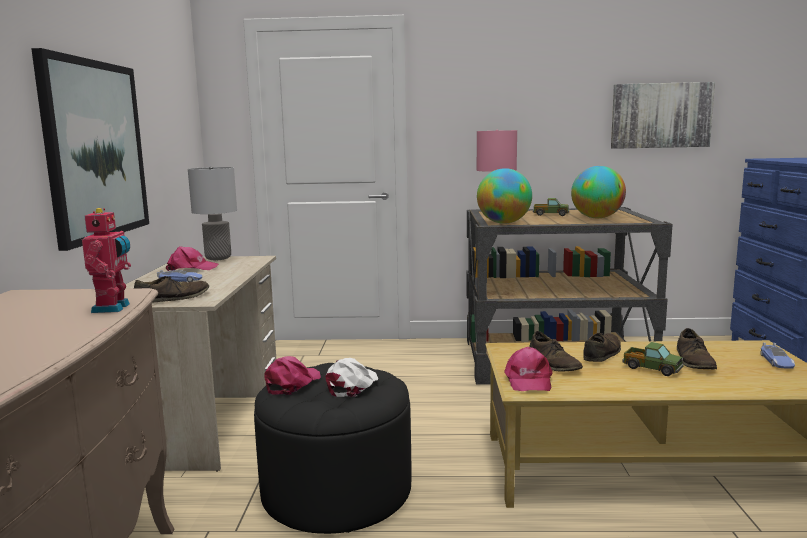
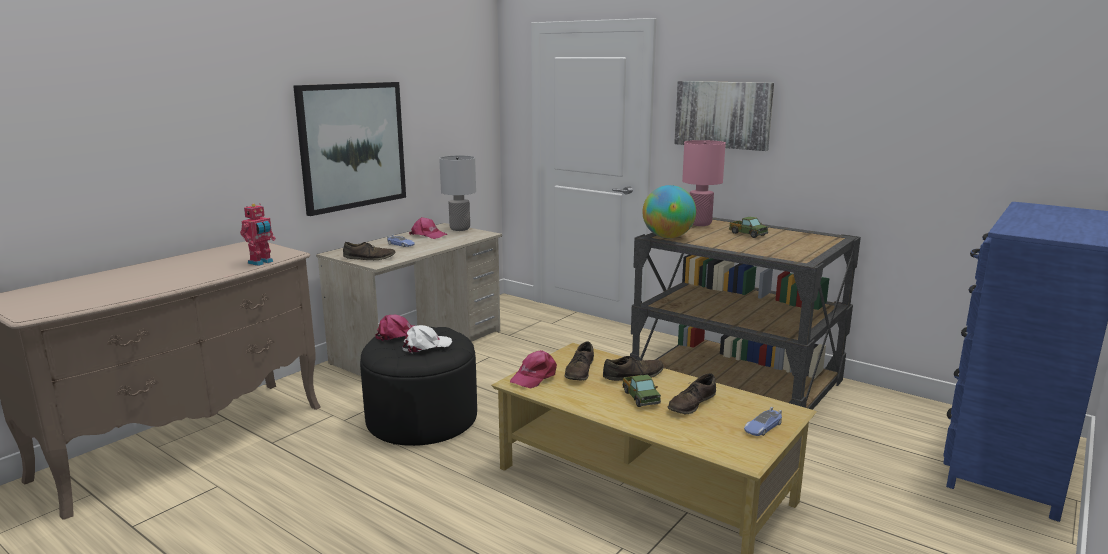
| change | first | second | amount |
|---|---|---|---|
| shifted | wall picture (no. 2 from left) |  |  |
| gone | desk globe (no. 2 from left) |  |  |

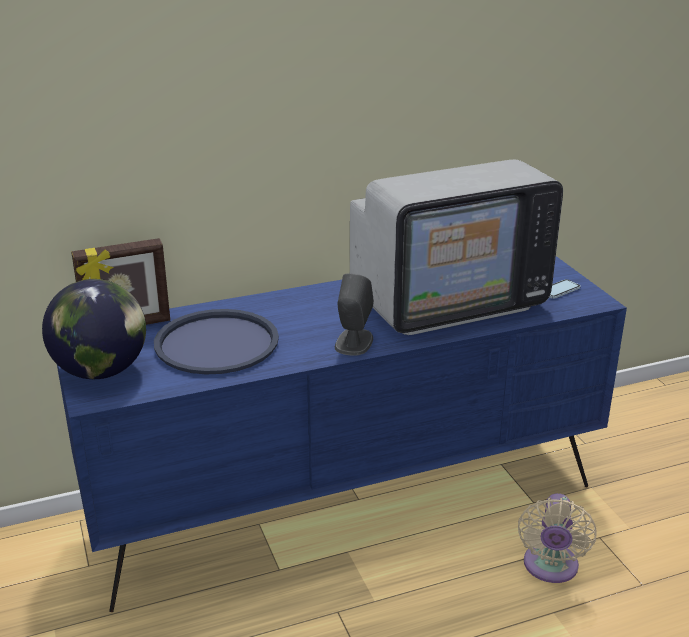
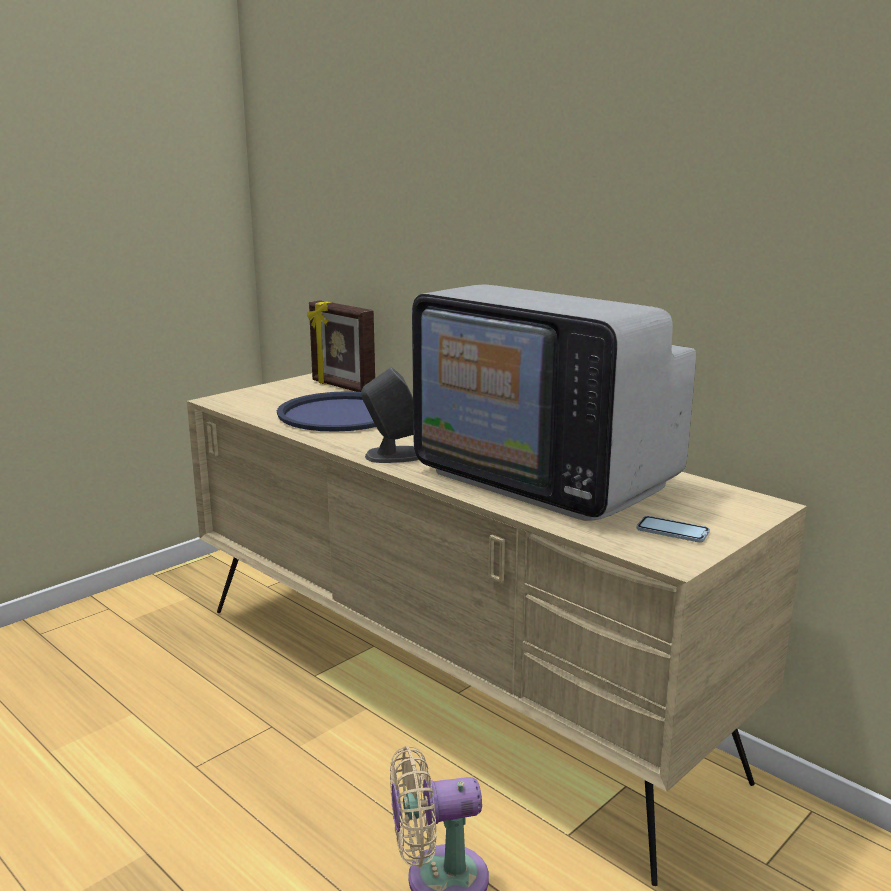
| change | first | second | amount |
|---|---|---|---|
| repainted | bluish tv unit | beige tv unit |  |
| gone | desk globe |  |  |

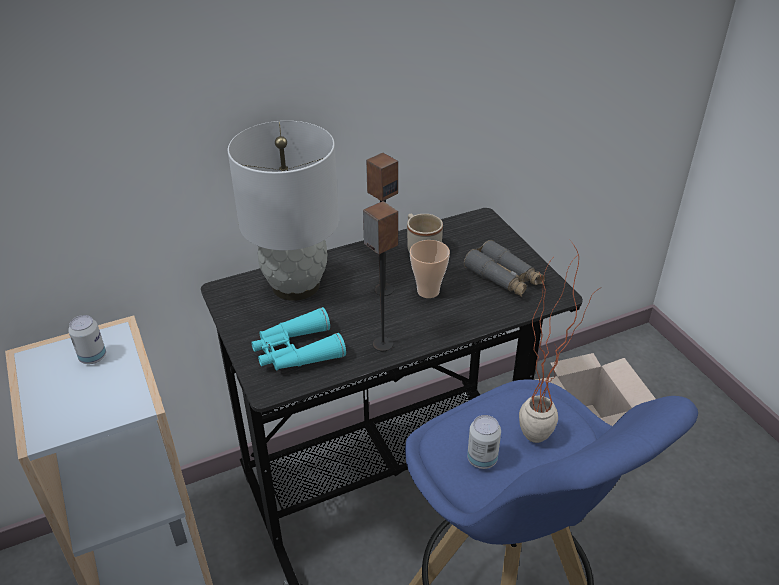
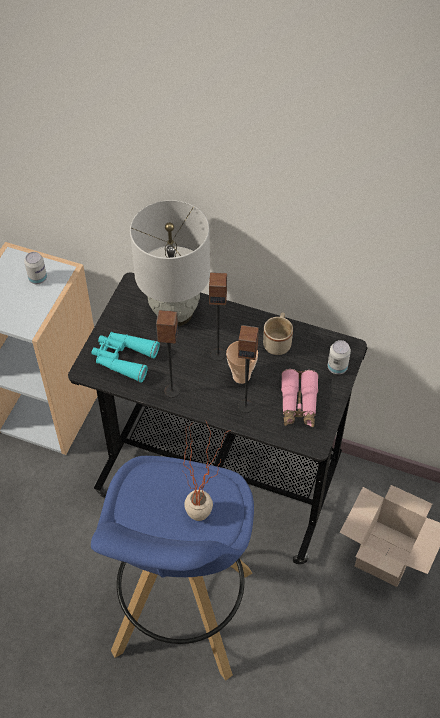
| change | first | second | amount |
|---|---|---|---|
| new |  | audio speaker (no. 3 from left) |  |
| repainted | greyish pair of binoculars | pink-coloured pair of binoculars |  |
| shifted | sealed can (no. 2 from left) |  |  |

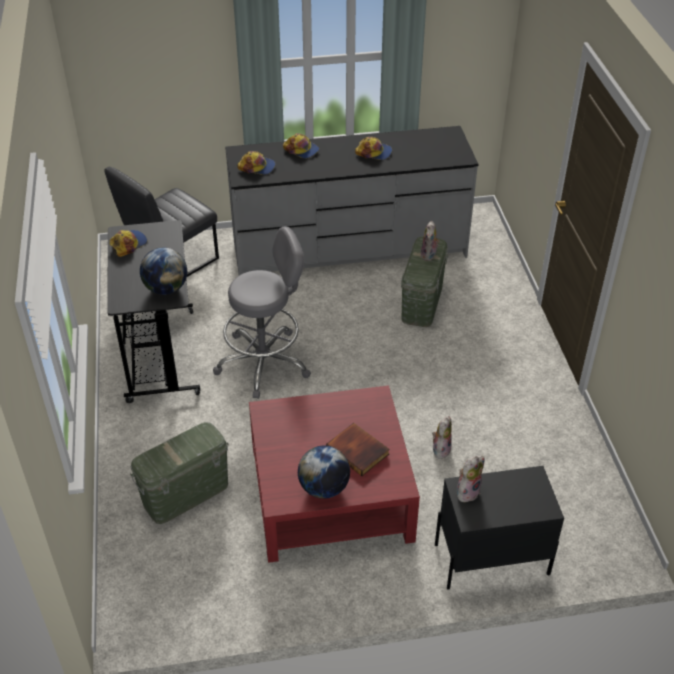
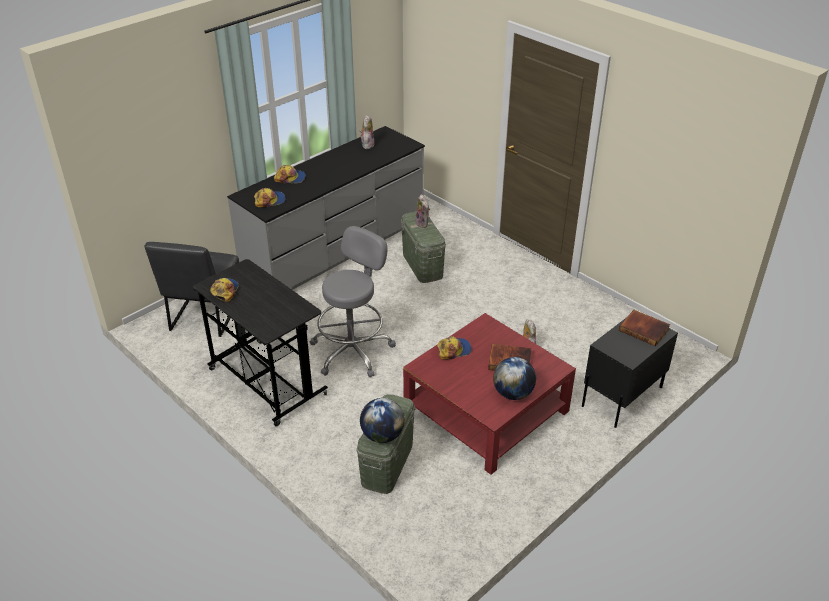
| change | first | second | amount |
|---|---|---|---|
| shifted | plush toy (no. 3 from left in the first image) | plush toy (no. 1 from left) |  |
| shifted | desk globe (no. 1 from left) |  |  |
| shifted | peaked cap (no. 4 from left) |  |  |
| new |  | bound book (no. 2 from left) |  |

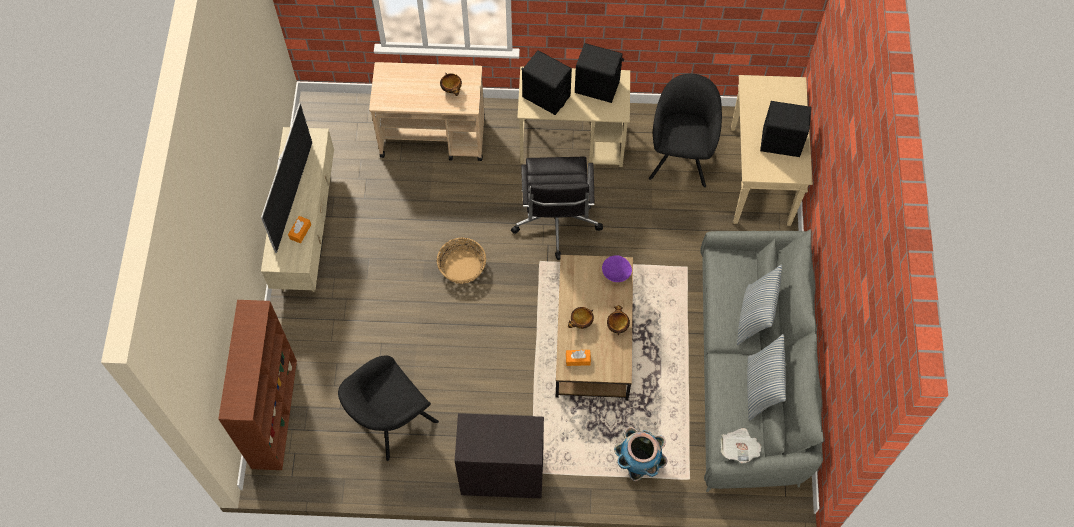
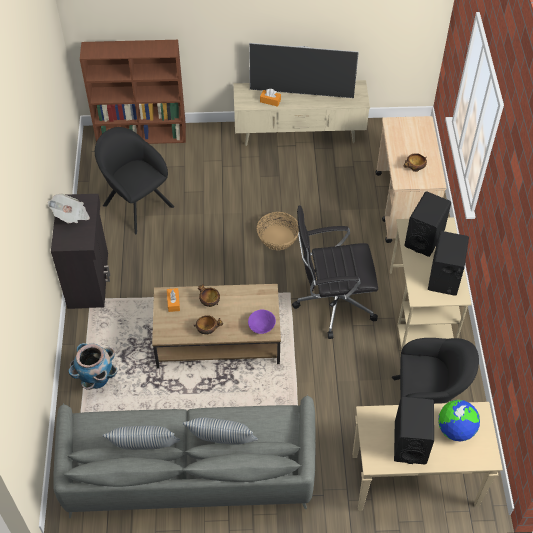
| change | first | second | amount |
|---|---|---|---|
| shifted | printed paper |  |  |
| new |  | desk globe |  |

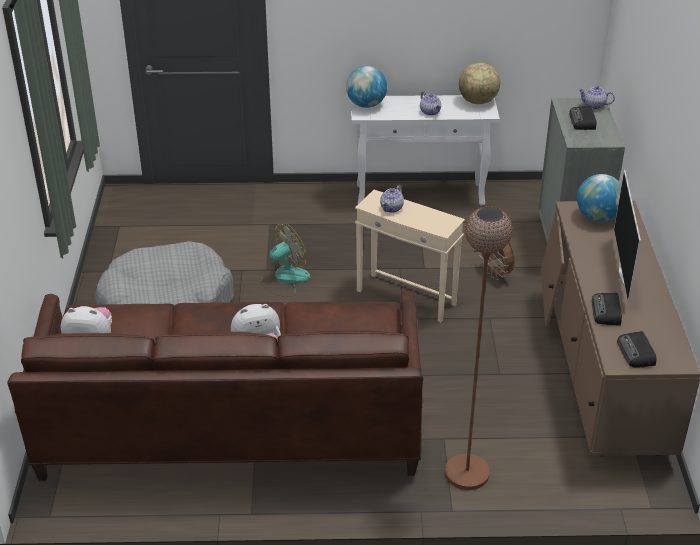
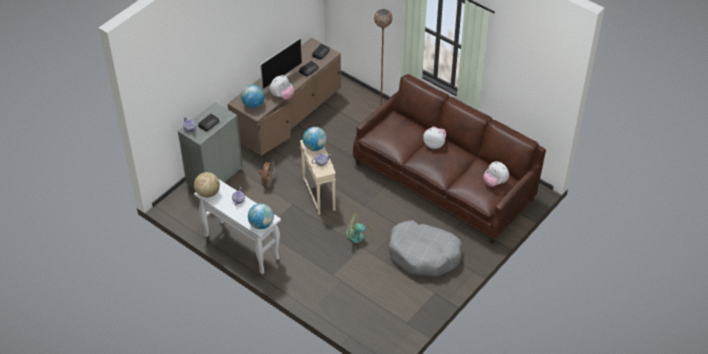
| change | first | second | amount |
|---|---|---|---|
| new |  | plush toy (no. 1 from left) |  |
| new |  | desk globe (no. 4 from left) |  |

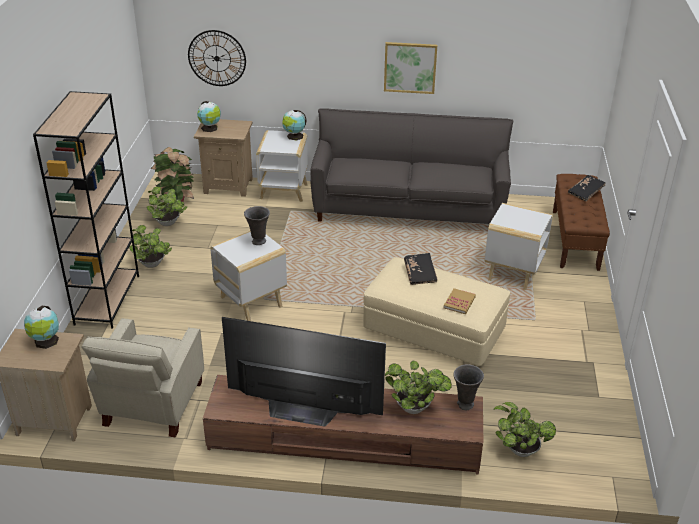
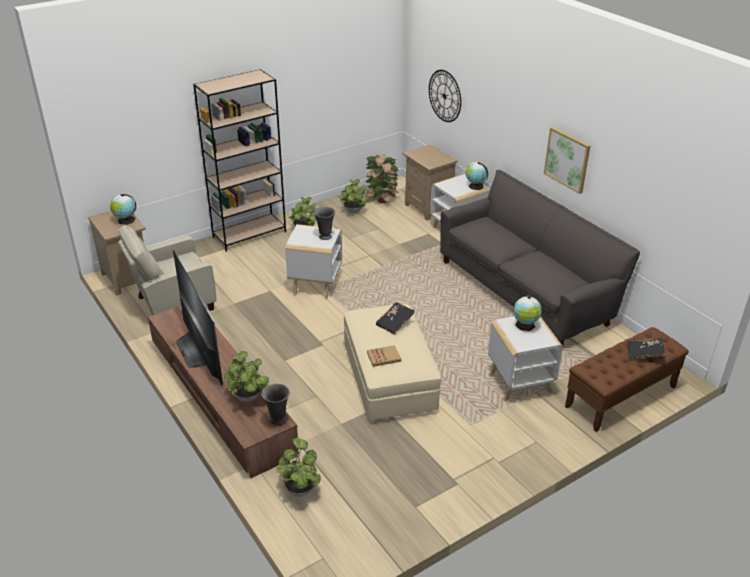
| change | first | second | amount |
|---|---|---|---|
| shifted | desk globe (no. 2 from left in the first image) | desk globe (no. 3 from left) |  |

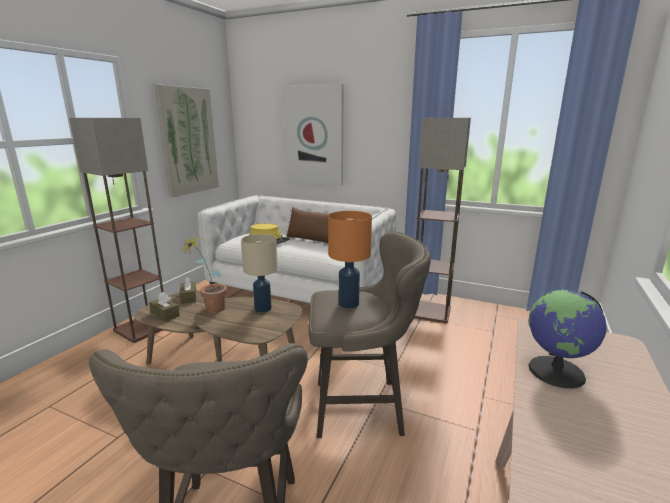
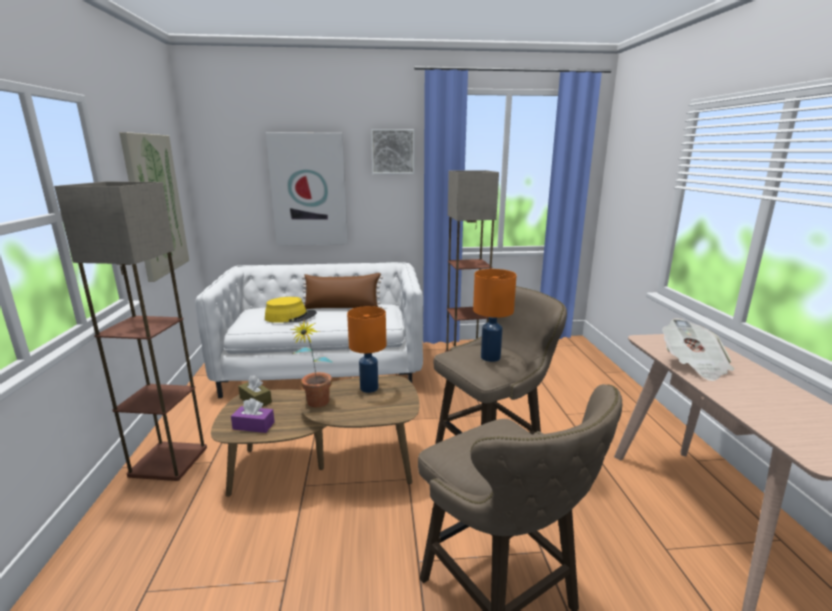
| change | first | second | amount |
|---|---|---|---|
| repainted | brown box of tissues (no. 1 from left) | purple box of tissues |  |
| repainted | beige tabletop lamp | orangey tabletop lamp (no. 1 from left) |  |
| new |  | wall picture (no. 3 from left) |  |
| swapped | desk globe | printed paper |  |

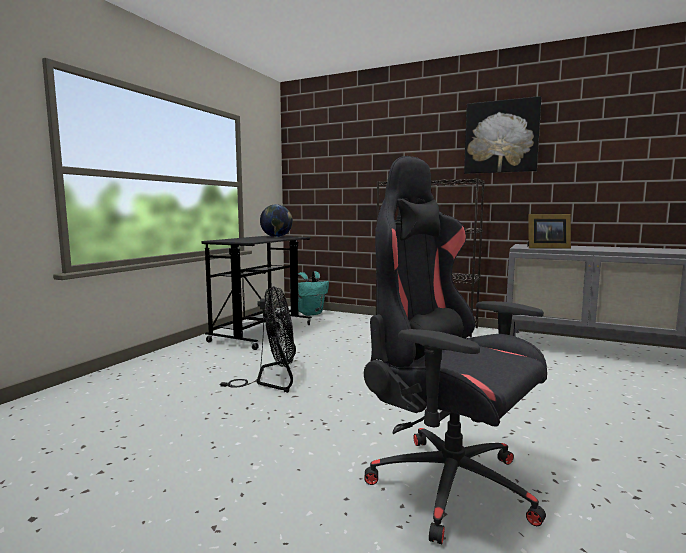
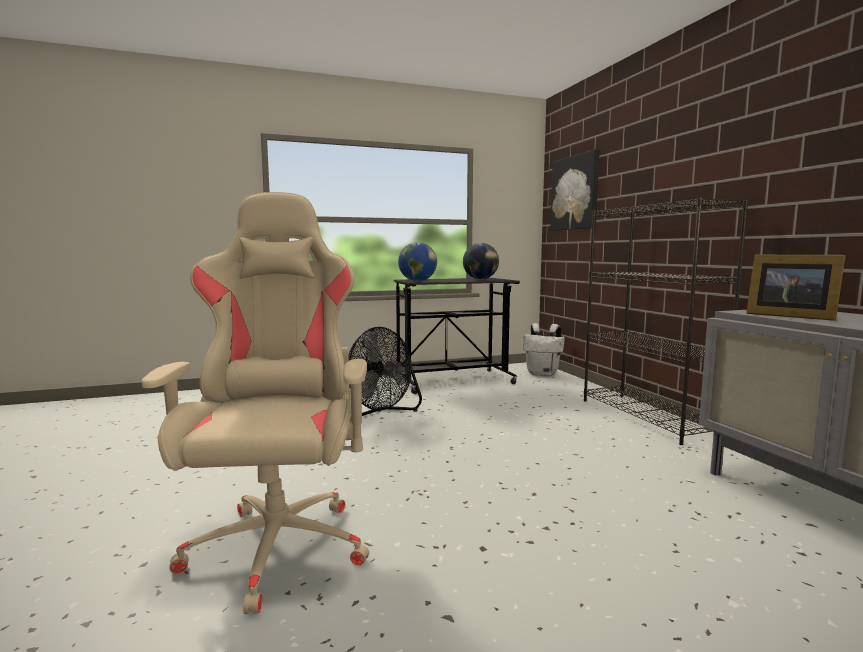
| change | first | second | amount |
|---|---|---|---|
| repainted | blackish computer chair | beige computer chair |  |
| new |  | desk globe (no. 1 from left) |  |
| repainted | turquoise backpack | white-coloured backpack |  |
| shifted | wall picture |  |  |

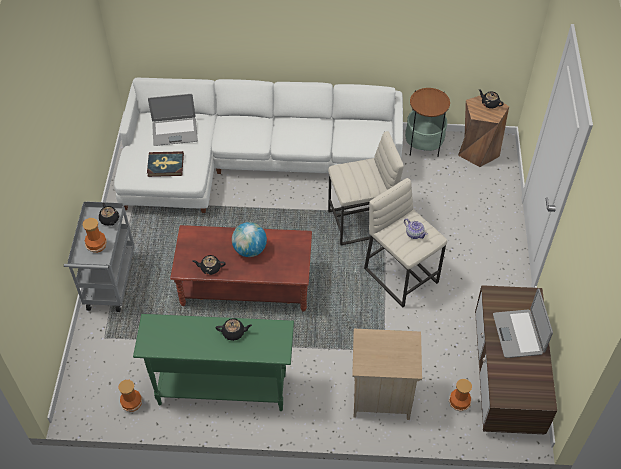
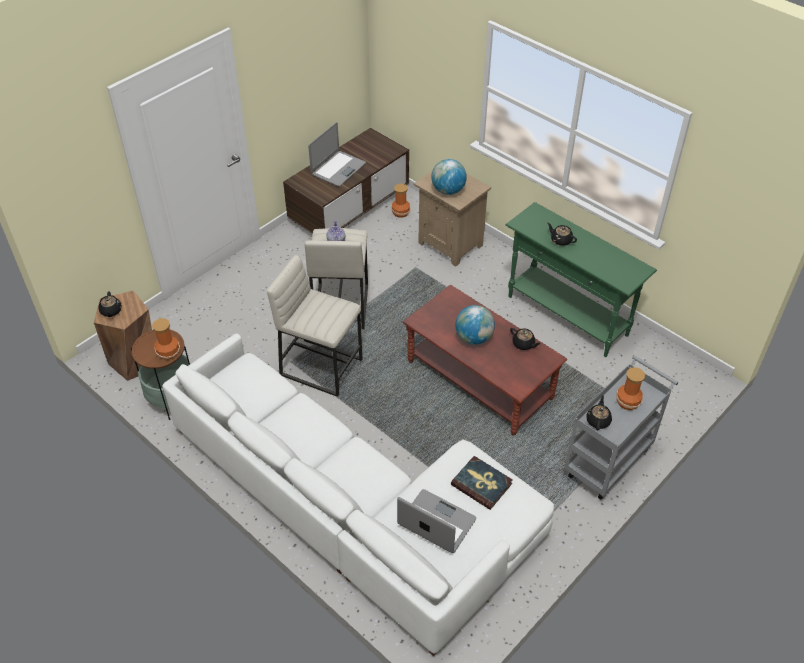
| change | first | second | amount |
|---|---|---|---|
| shifted | vase (no. 2 from left in the first image) | vase (no. 1 from left) |  |
| new |  | desk globe (no. 1 from left) |  |

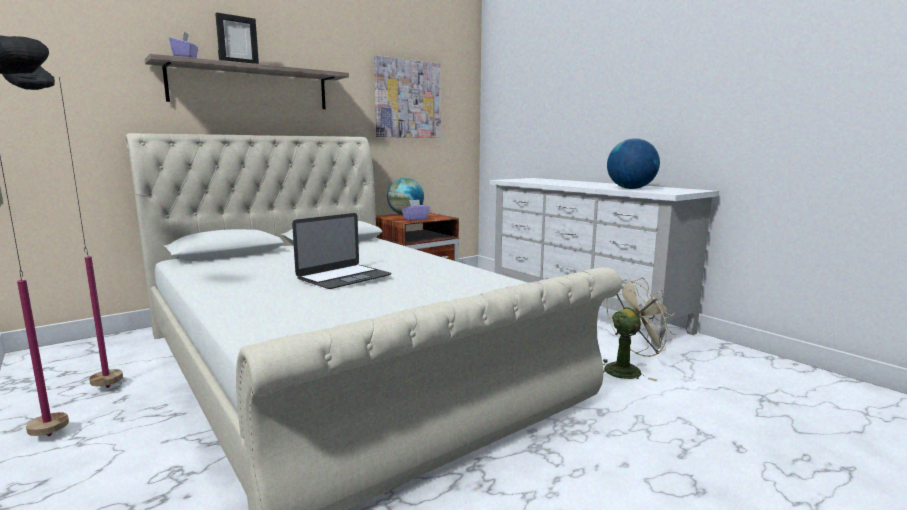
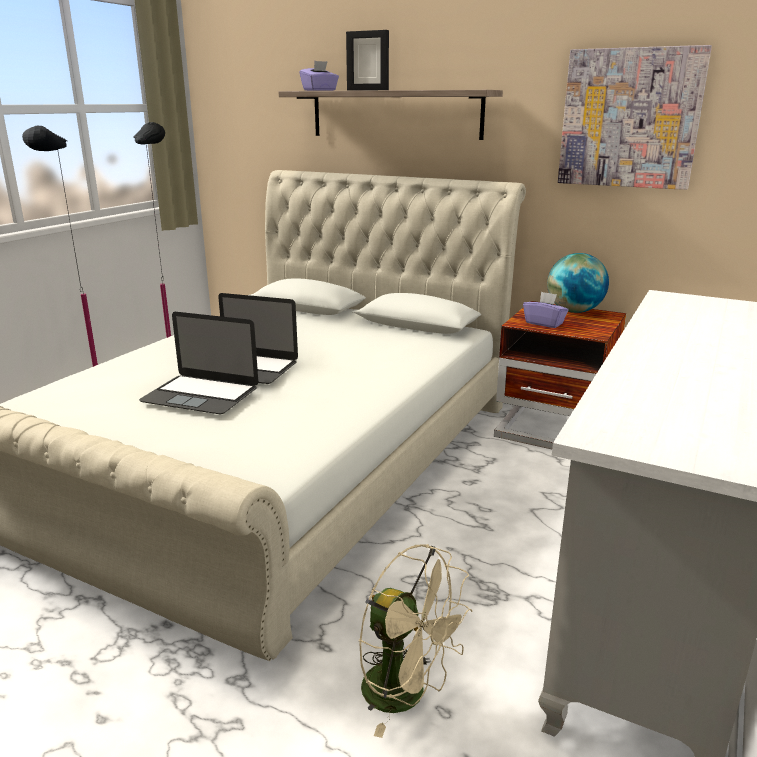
| change | first | second | amount |
|---|---|---|---|
| new |  | notebook computer (no. 1 from left) |  |
| gone | desk globe (no. 2 from left) |  |  |

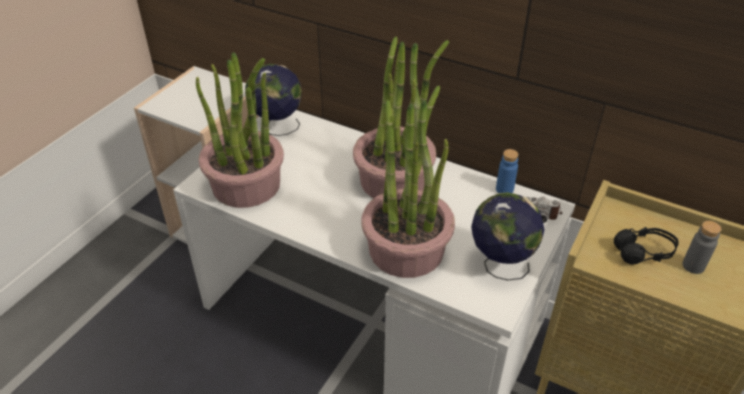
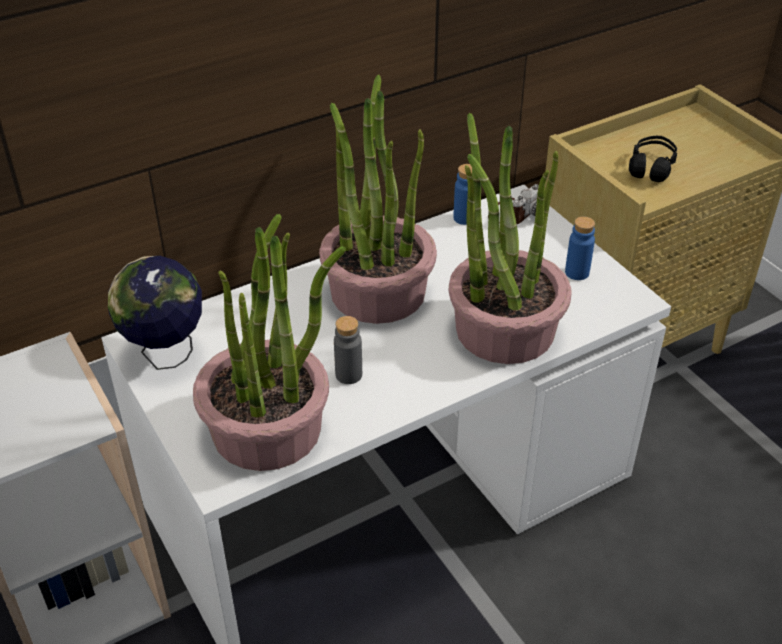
| change | first | second | amount |
|---|---|---|---|
| shifted | greyish bottle |  |  |
| swapped | desk globe (no. 2 from left) | bluish bottle (no. 2 from left) |  |

